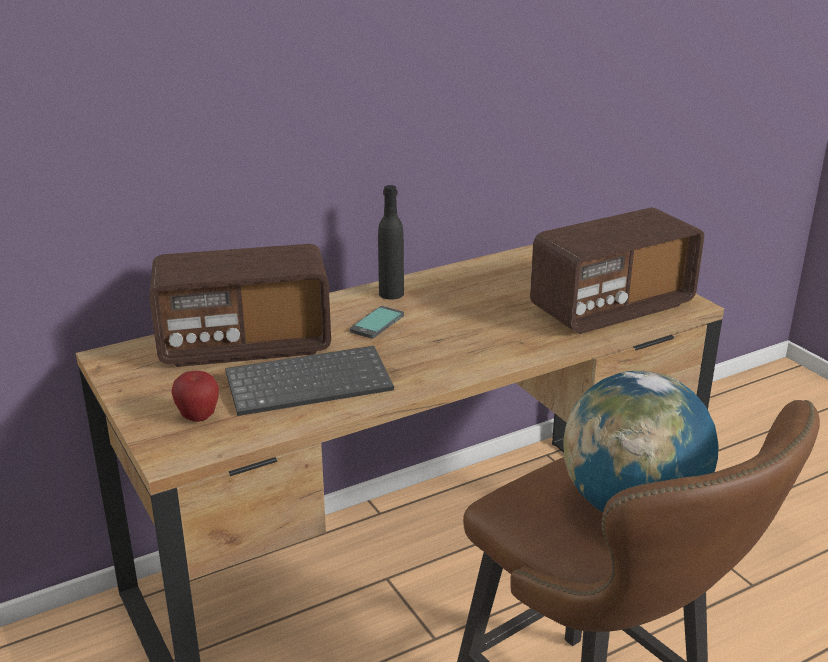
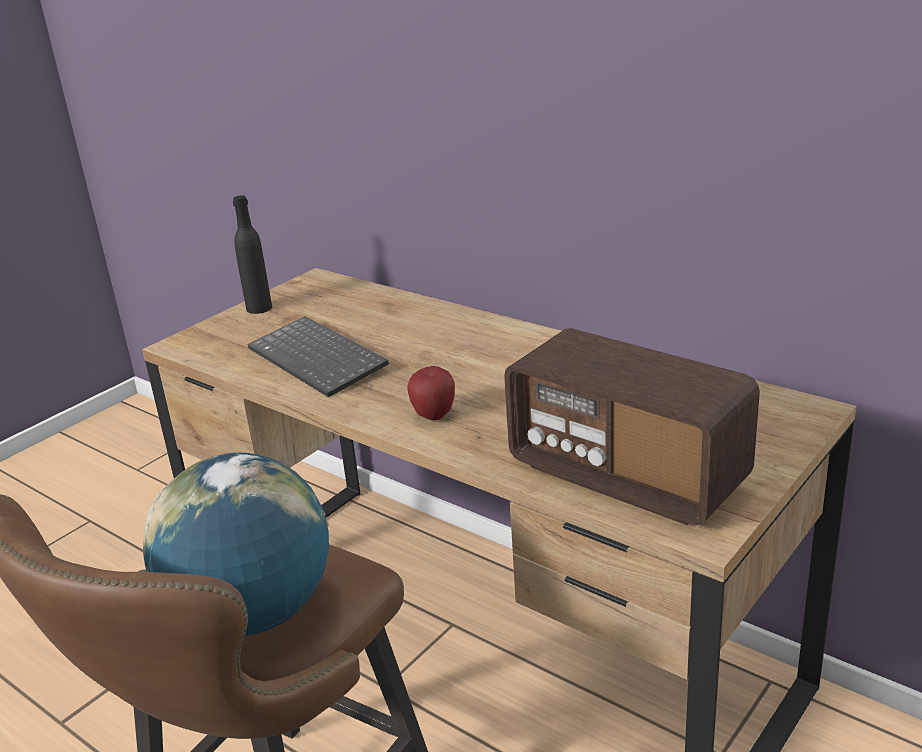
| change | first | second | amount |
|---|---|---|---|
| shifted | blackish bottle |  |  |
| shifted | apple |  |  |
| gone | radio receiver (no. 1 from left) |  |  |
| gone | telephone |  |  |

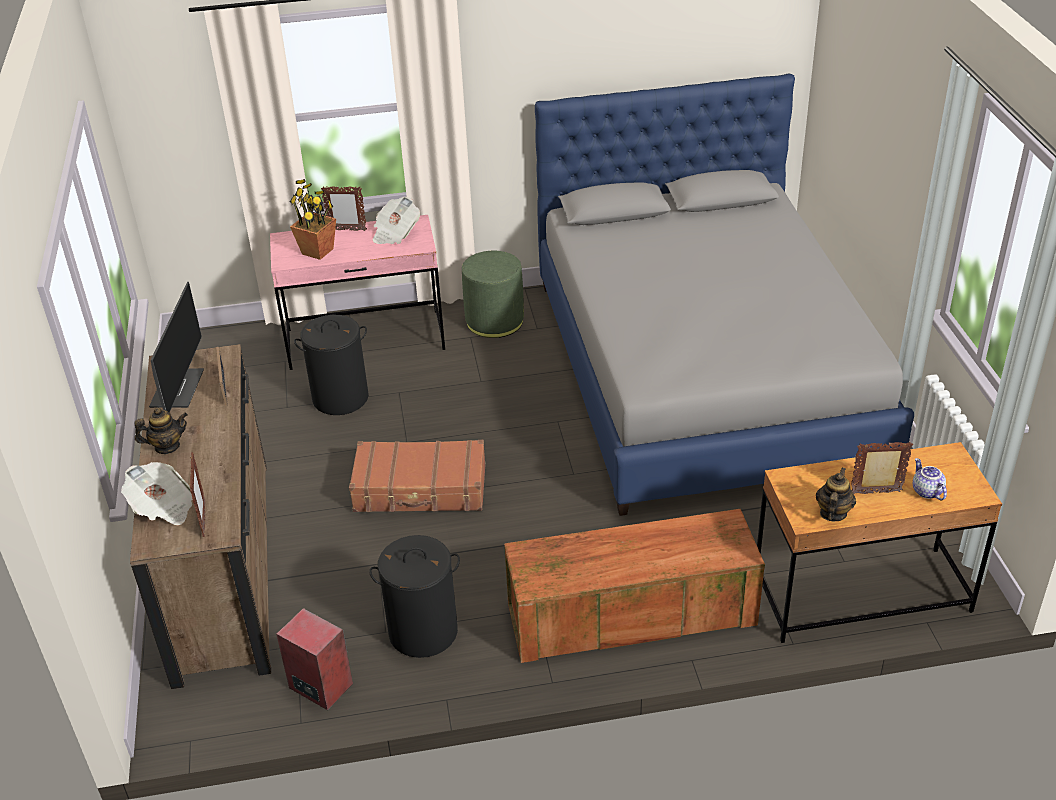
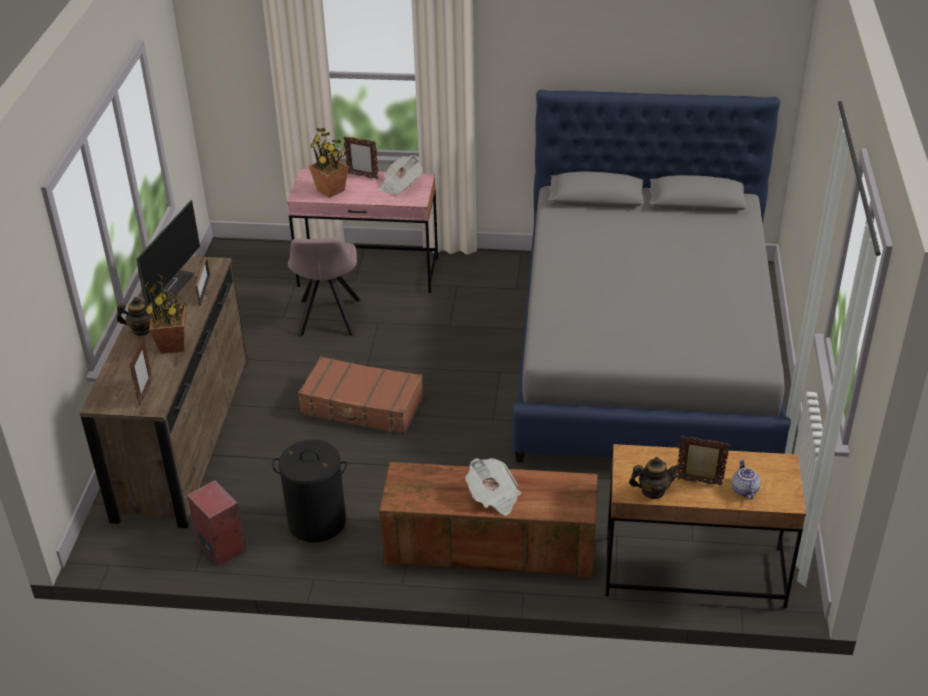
| change | first | second | amount |
|---|---|---|---|
| new |  | potted plant (no. 1 from left) |  |
| swapped | blackish laundry basket (no. 1 from left) | pink-coloured chair |  |
| shifted | printed paper (no. 1 from left in the first image) | printed paper (no. 2 from left) |  |
| rotated | pot for tea (no. 2 from left) |  | 45 degrees clockwise |
| gone | greenish footrest |  |  |

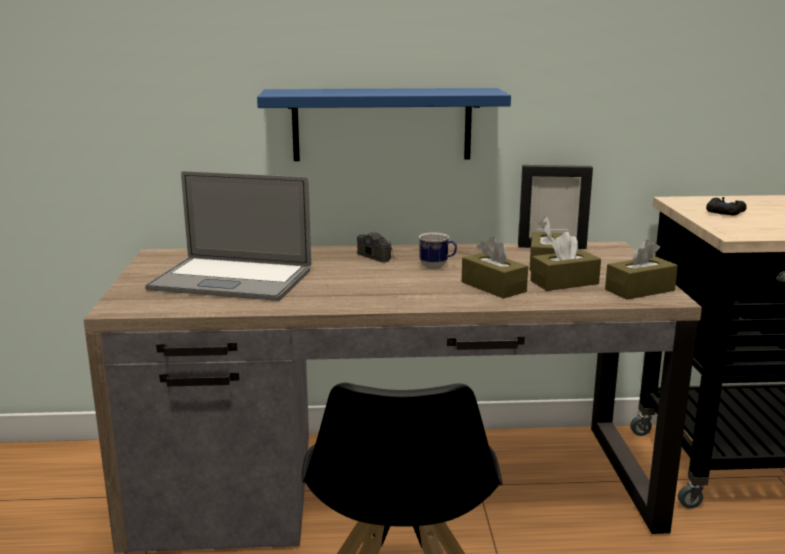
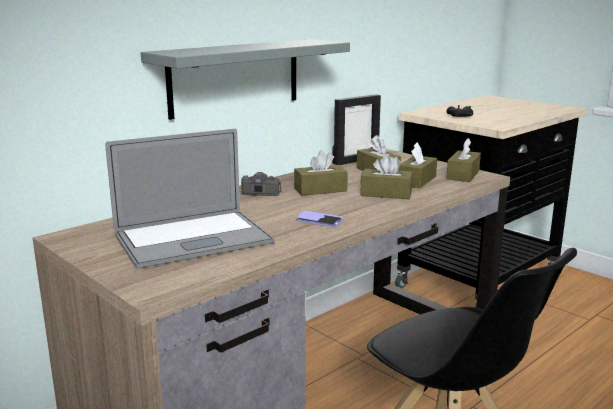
| change | first | second | amount |
|---|---|---|---|
| repainted | bluish wall shelf | greyish wall shelf |  |
| swapped | coffee mug | brown box of tissues (no. 1 from left) |  |
| new |  | telephone |  |

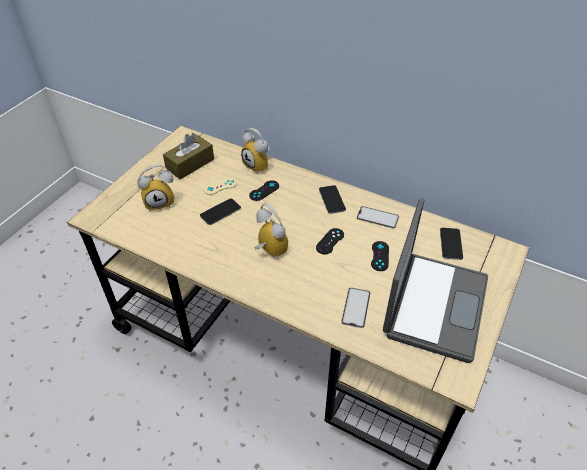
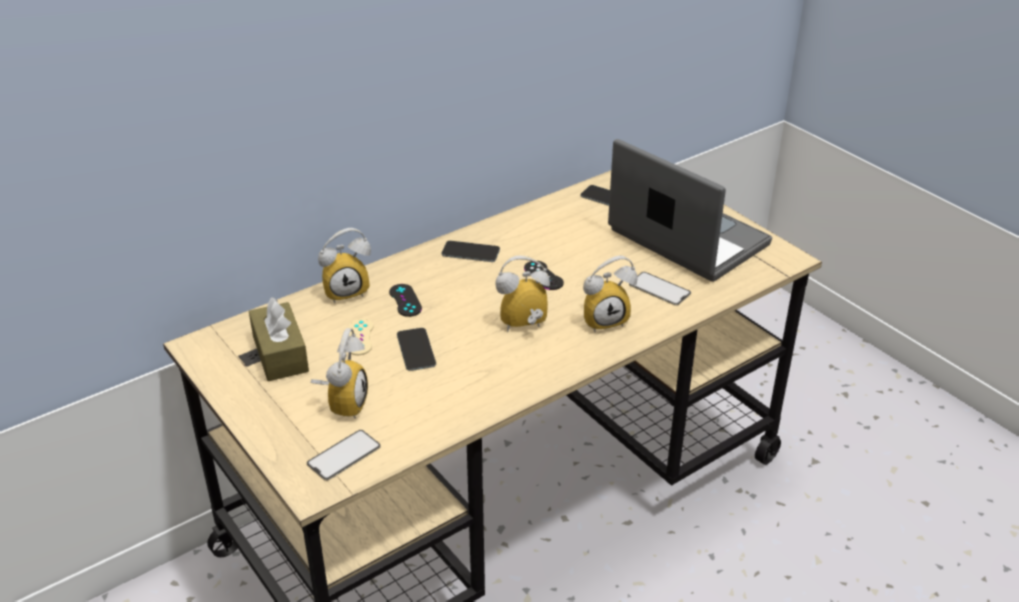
| change | first | second | amount |
|---|---|---|---|
| shifted | telephone (no. 4 from left in the first image) | telephone (no. 1 from left) |  |
| new |  | bedside clock (no. 4 from left) |  |
| gone | blackish gamepad (no. 3 from left) |  |  |

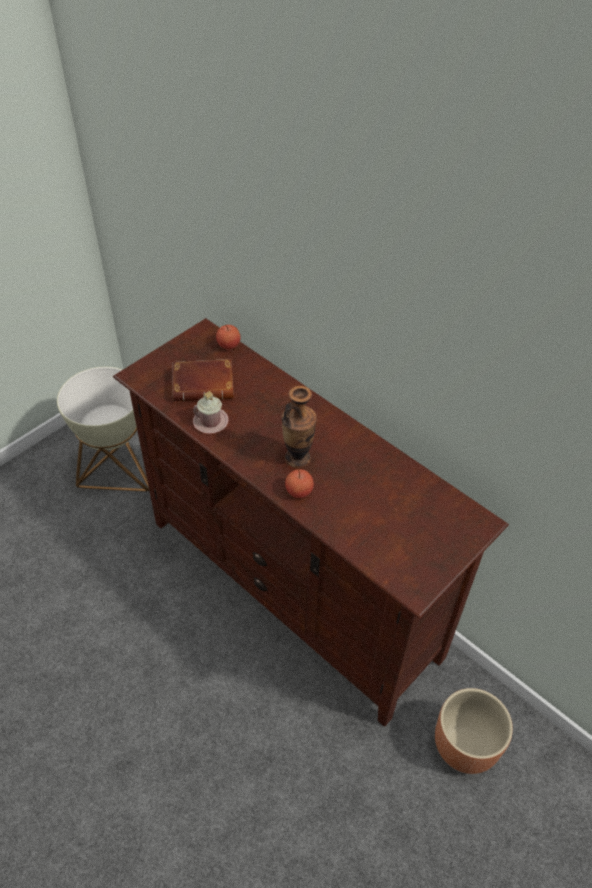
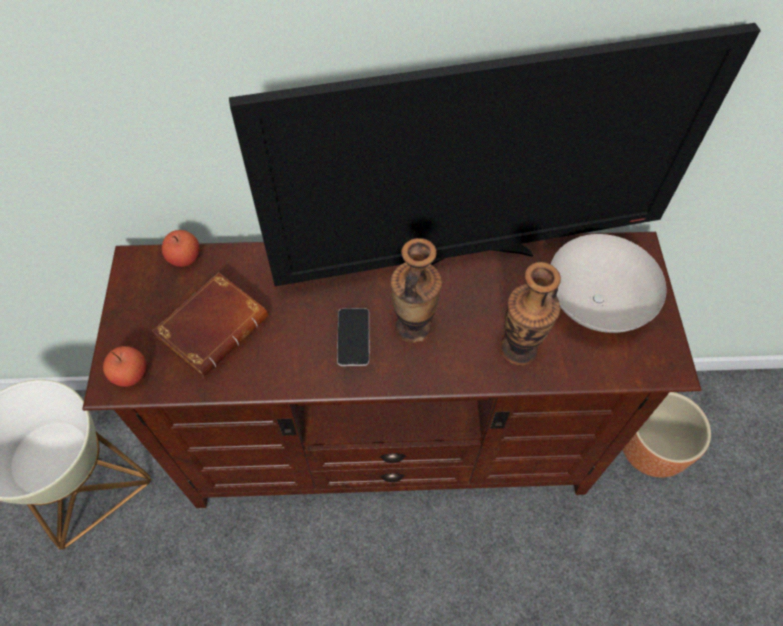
| change | first | second | amount |
|---|---|---|---|
| shifted | apple (no. 2 from left in the first image) | apple (no. 1 from left) |  |
| new |  | TV |  |
| new |  | telephone |  |
| new |  | vase (no. 2 from left) |  |
| new |  | white-coloured deep dish |  |
| gone | pink-coloured coffee mug |  |  |

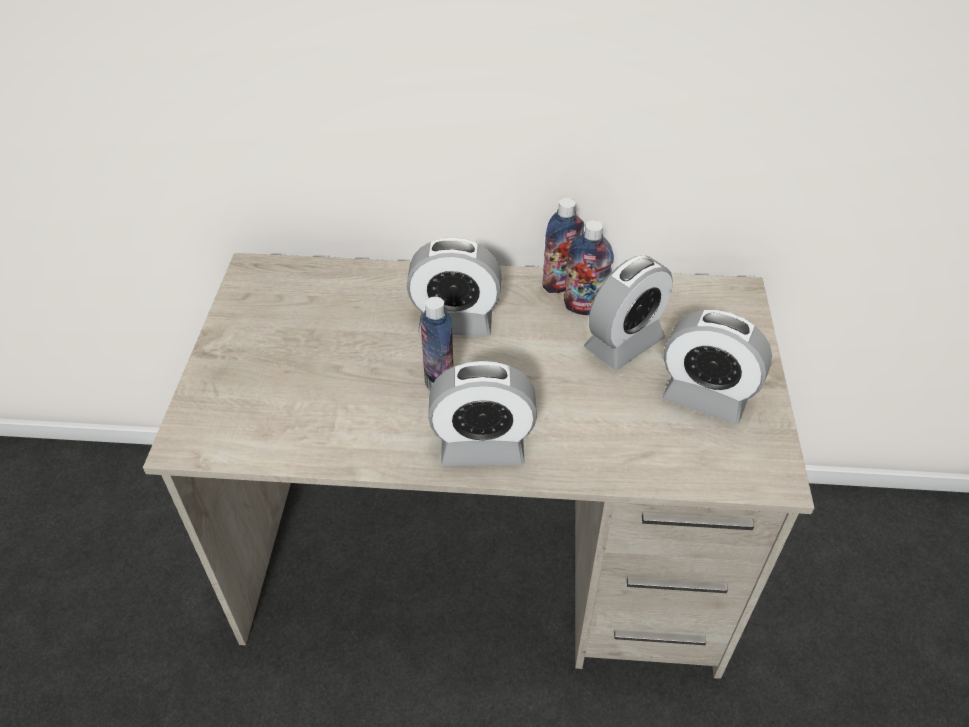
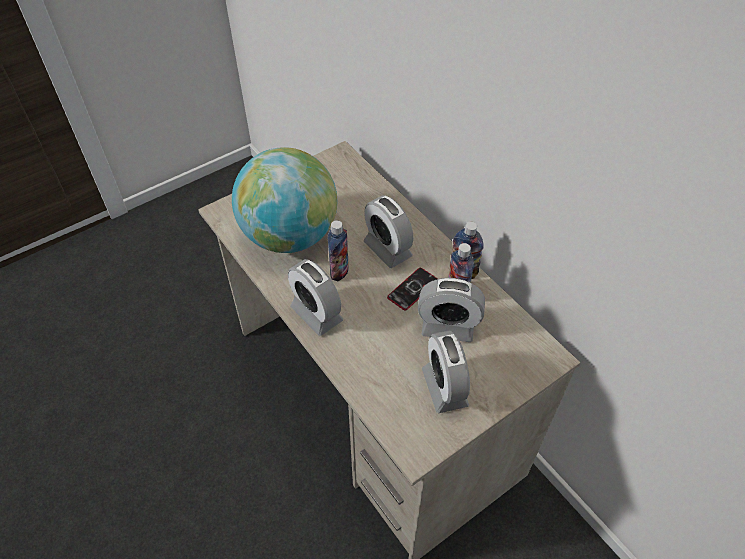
| change | first | second | amount |
|---|---|---|---|
| new |  | desk globe |  |
| new |  | telephone |  |

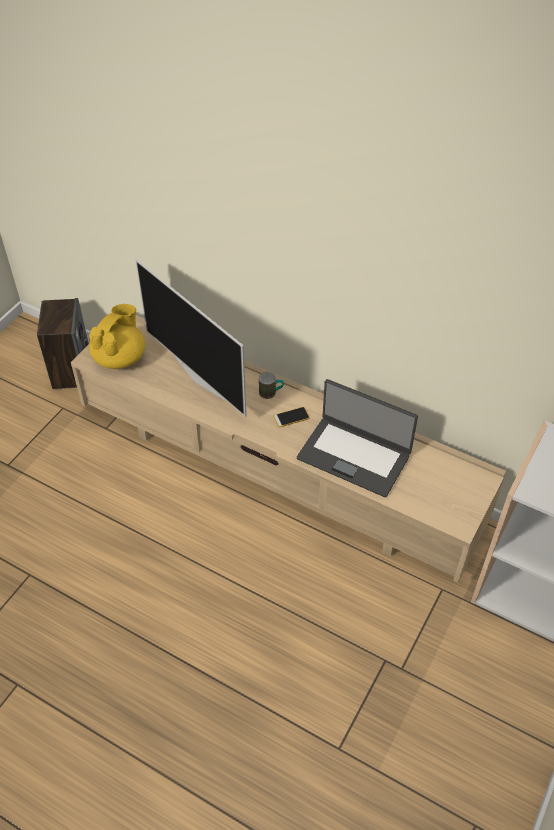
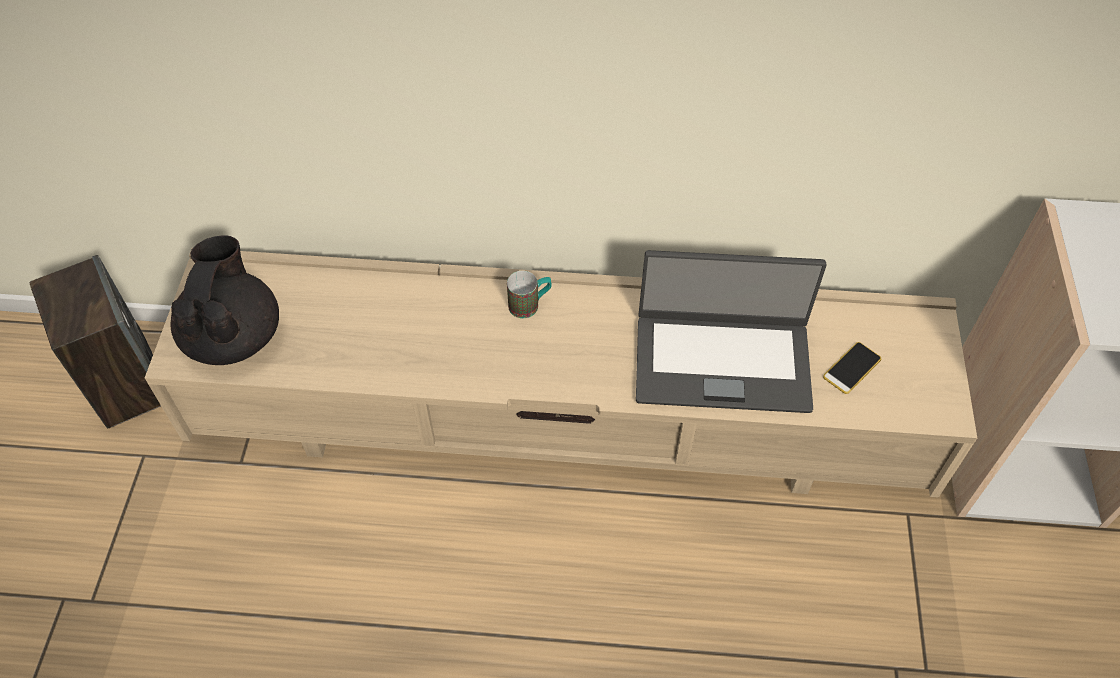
| change | first | second | amount |
|---|---|---|---|
| repainted | yellow-coloured pot for tea | blackish pot for tea |  |
| shifted | telephone |  |  |
| gone | TV |  |  |

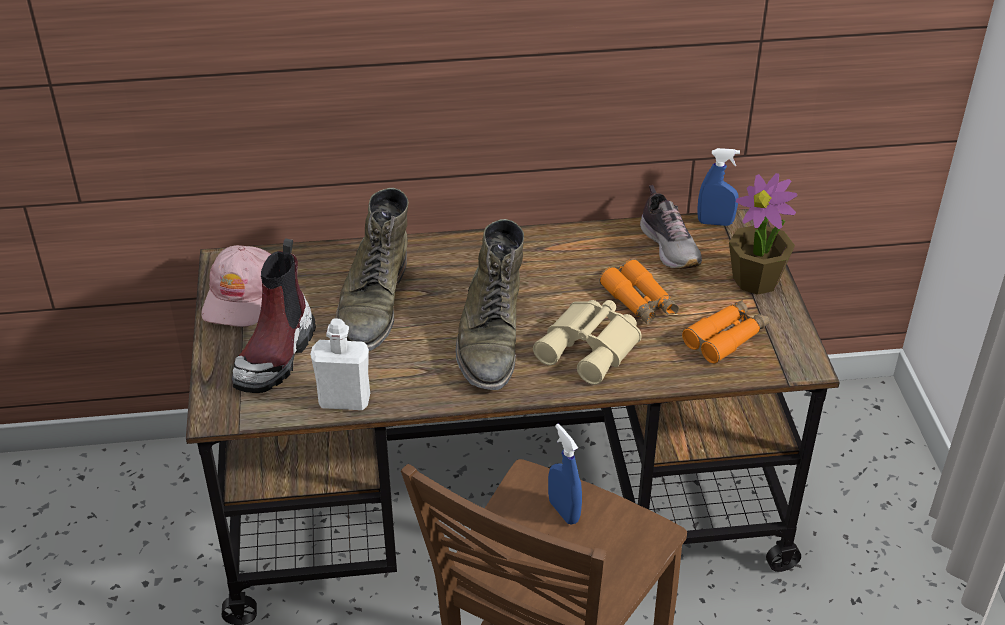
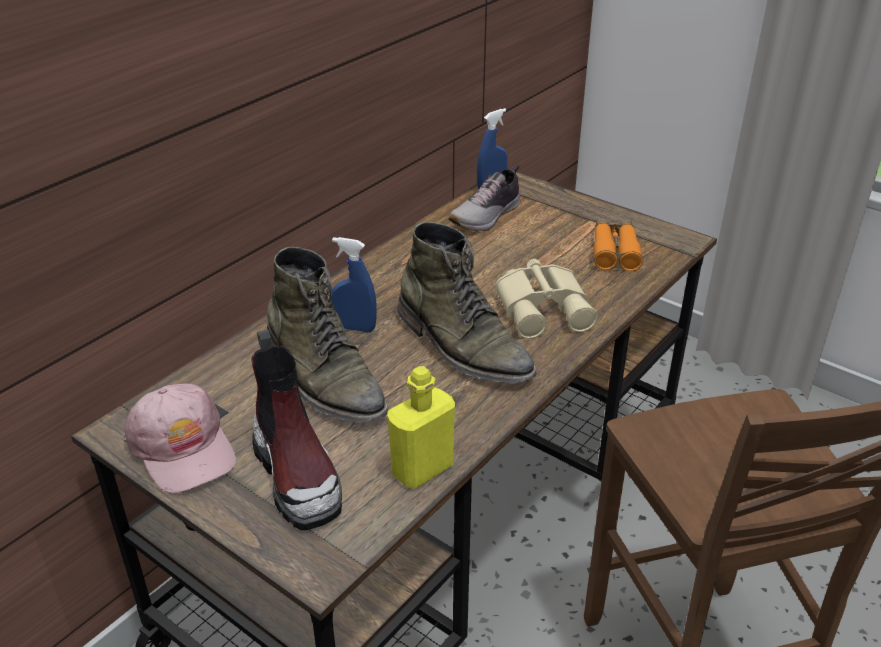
| change | first | second | amount |
|---|---|---|---|
| shifted | bluish spray bottle (no. 1 from left) |  |  |
| repainted | white-coloured bottle | yellow-coloured bottle |  |
| rotated | item of footwear |  | 105 degrees clockwise |
| gone | orangey pair of binoculars (no. 1 from left) |  |  |
| gone | potted plant |  |  |

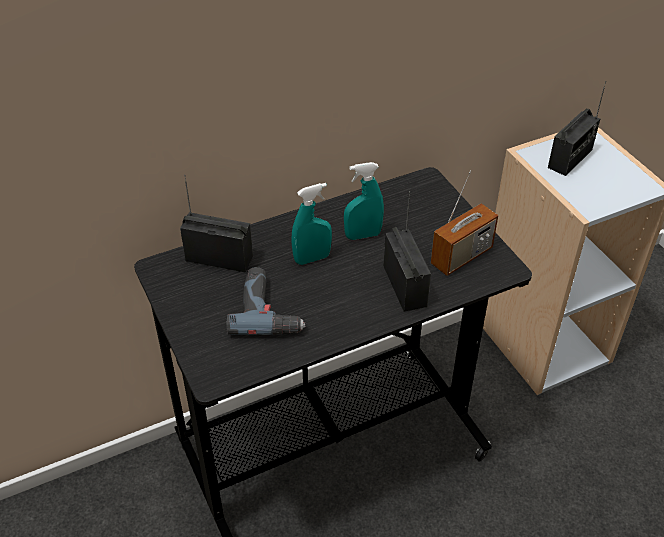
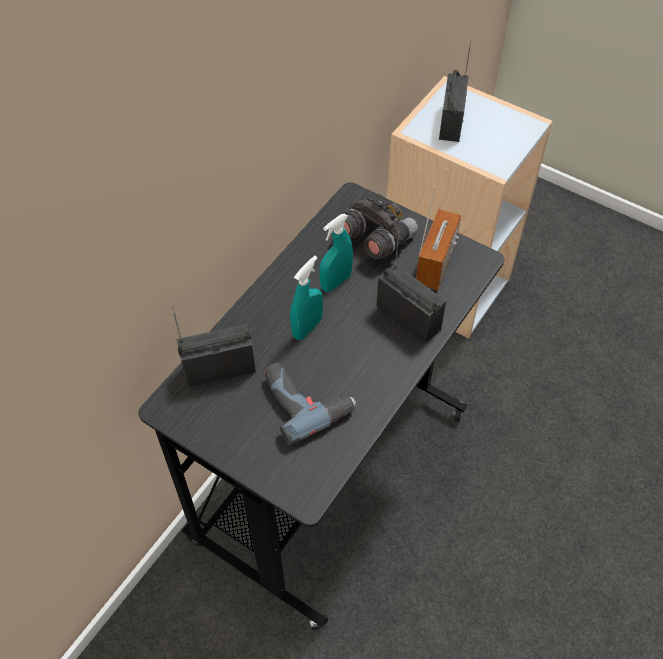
| change | first | second | amount |
|---|---|---|---|
| new |  | greyish pair of binoculars |  |

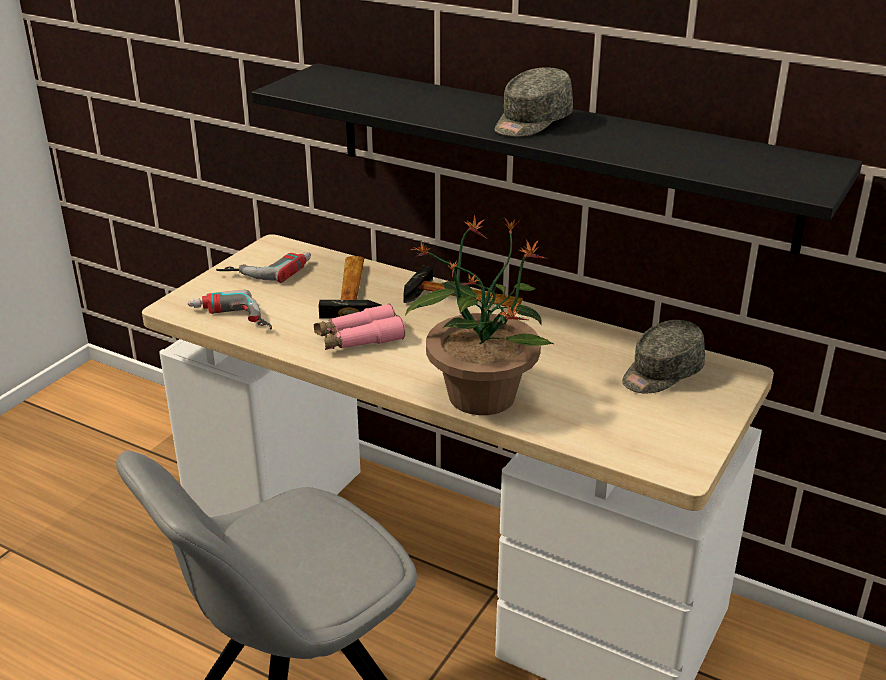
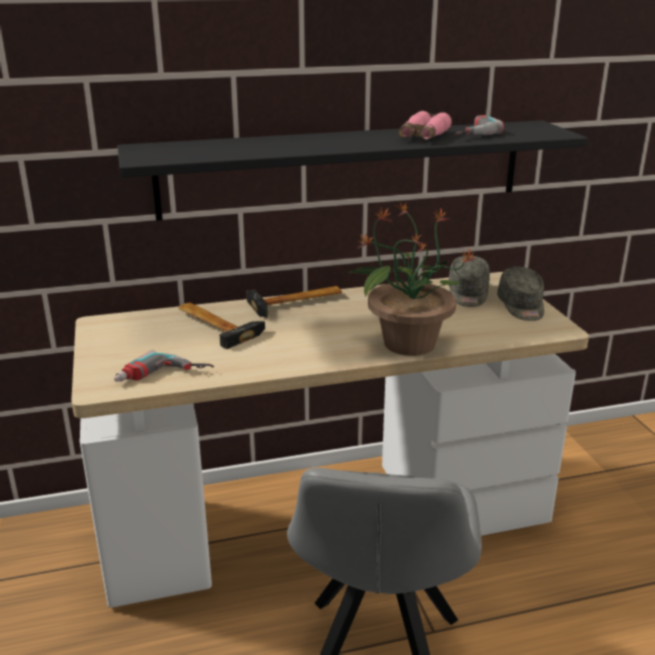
| change | first | second | amount |
|---|---|---|---|
| shifted | pink-coloured pair of binoculars |  |  |
| shifted | drill (no. 2 from left) |  |  |
| shifted | greyish peaked cap (no. 1 from left in the first image) | greyish peaked cap (no. 2 from left) |  |

